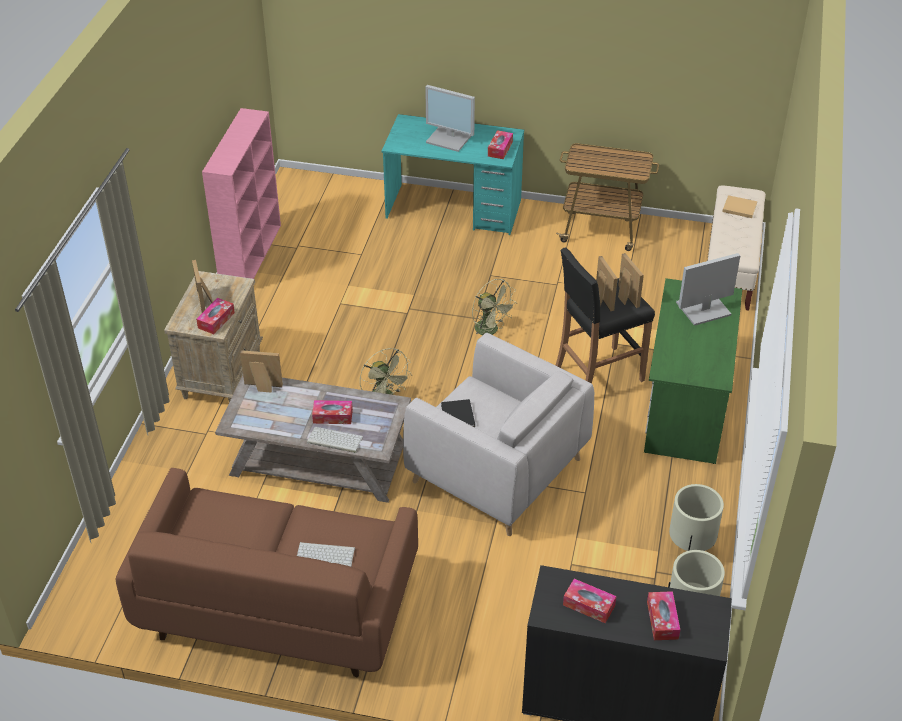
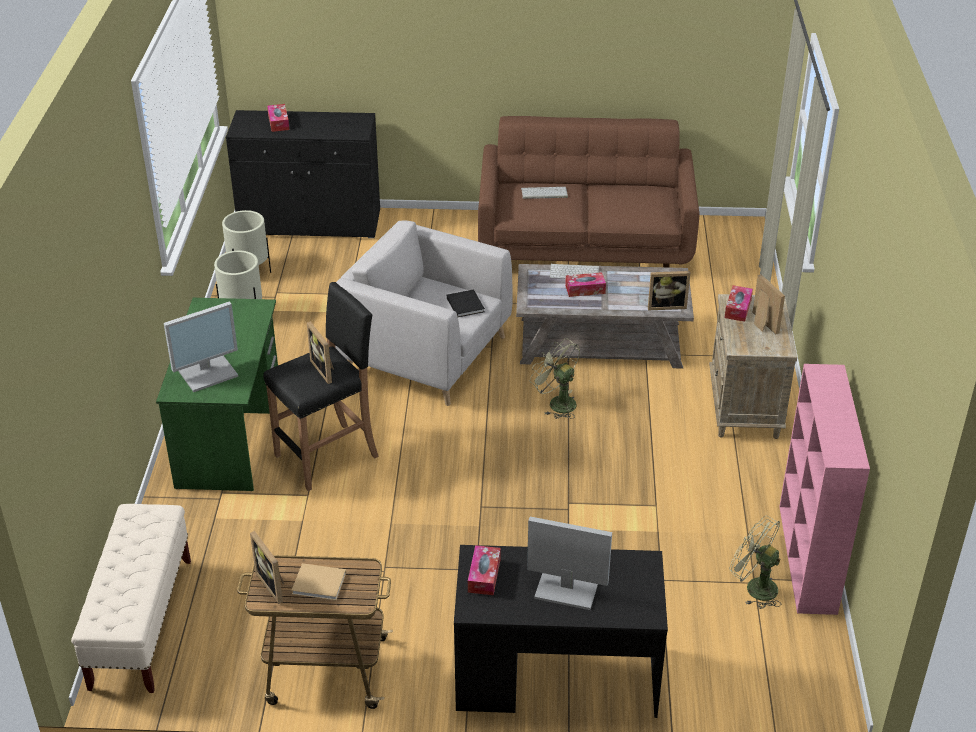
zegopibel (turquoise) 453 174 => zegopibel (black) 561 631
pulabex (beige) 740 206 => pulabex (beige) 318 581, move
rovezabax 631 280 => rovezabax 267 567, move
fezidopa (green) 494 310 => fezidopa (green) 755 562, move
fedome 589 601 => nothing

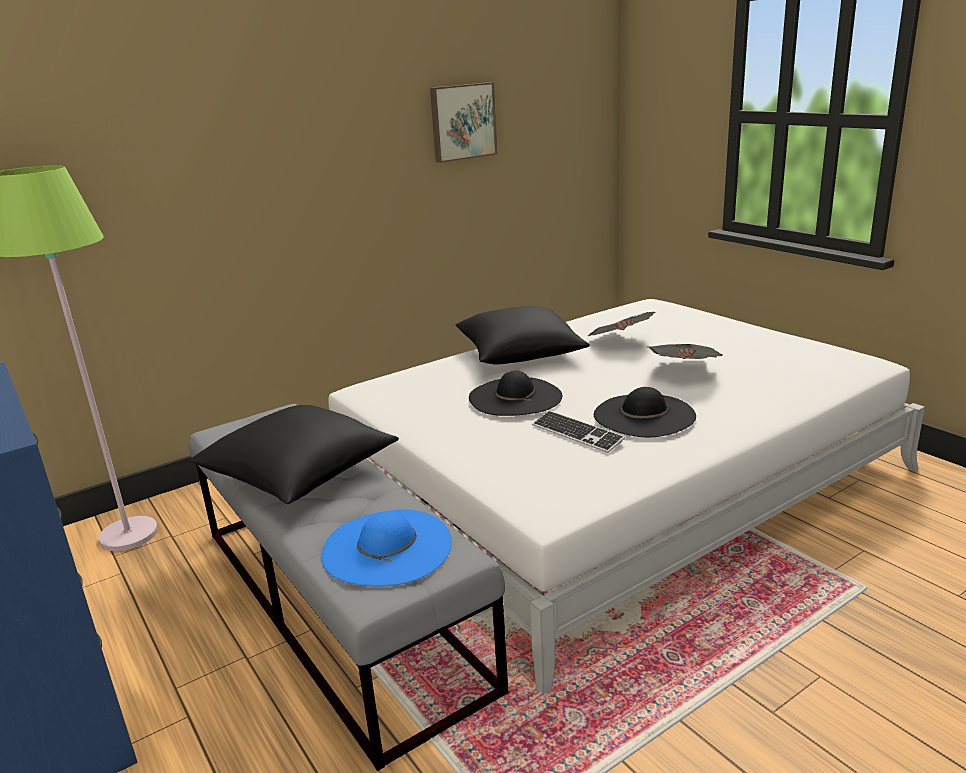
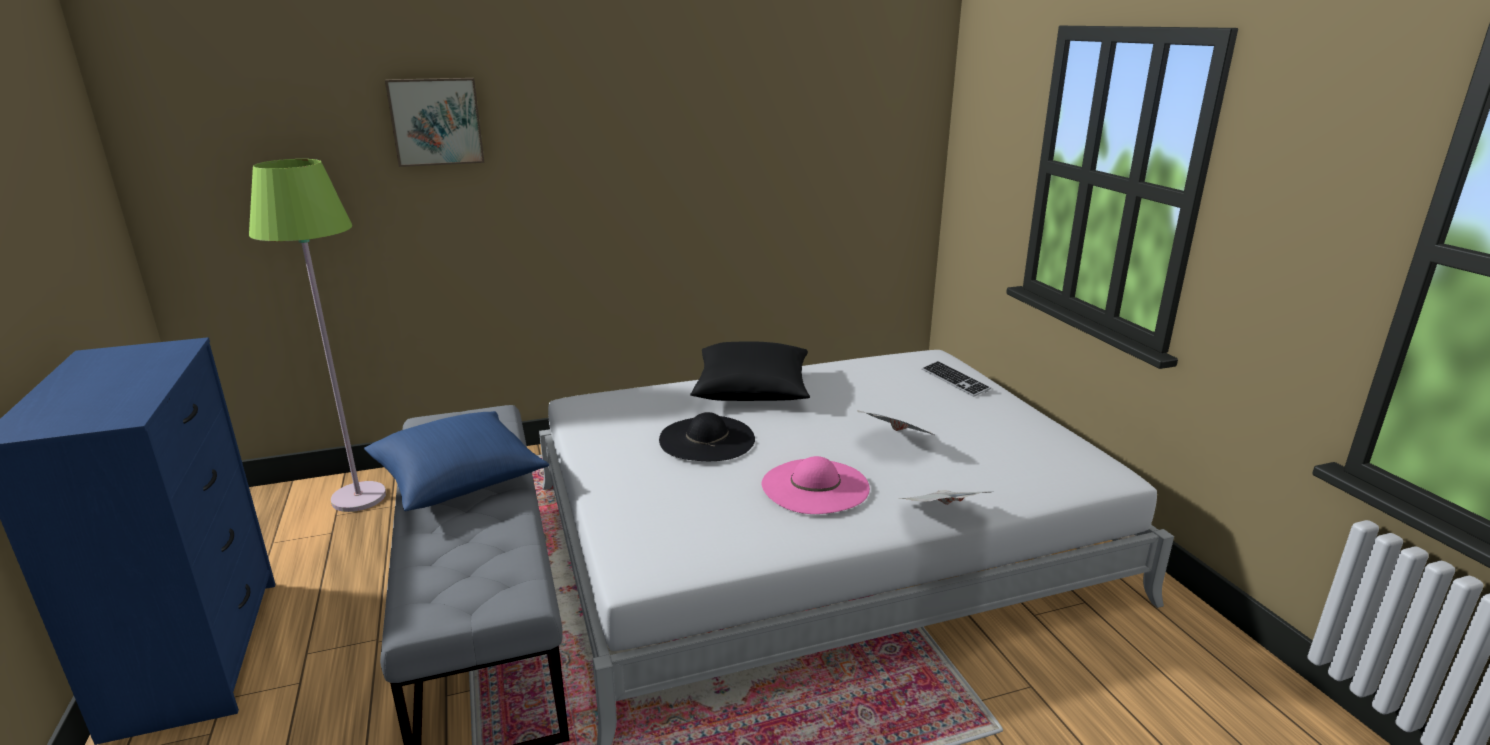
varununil 463 122 => varununil 435 122, move
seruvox 622 324 => seruvox 945 497, move
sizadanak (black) 645 412 => sizadanak (pink) 816 485
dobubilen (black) 294 454 => dobubilen (blue) 456 461
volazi 578 432 => volazi 956 379, move
sizadanak (blue) 387 548 => nothing

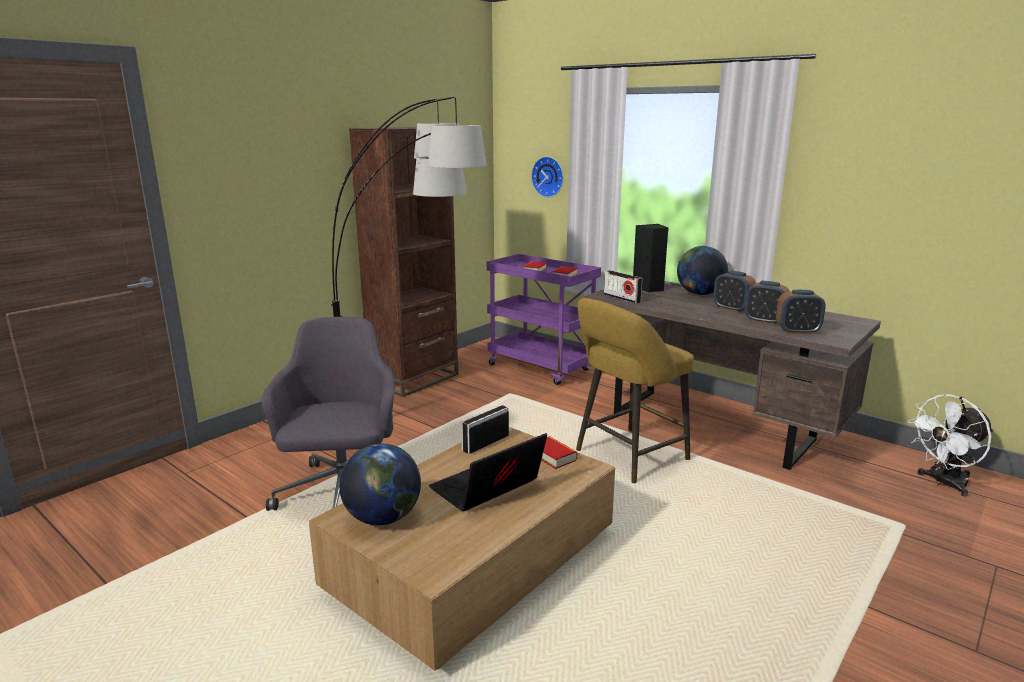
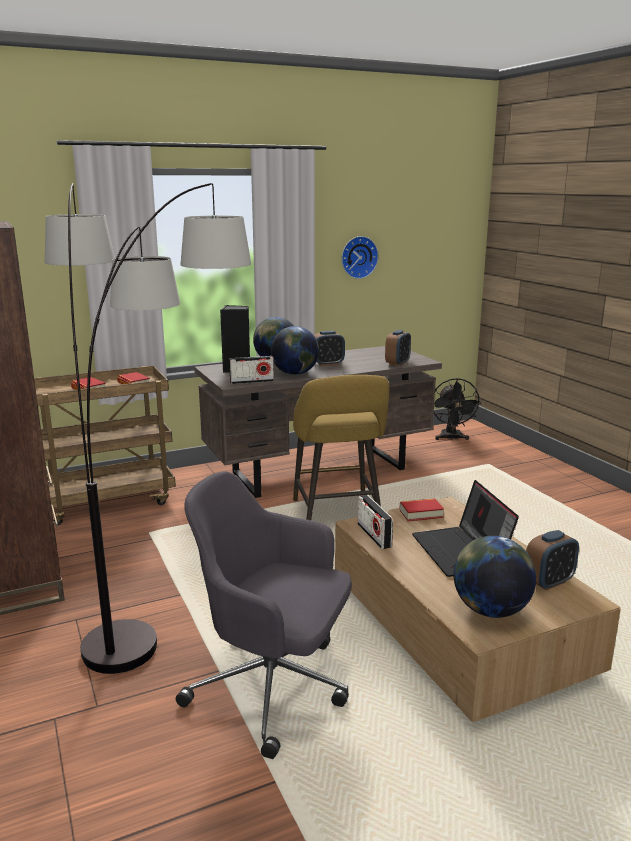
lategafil 547 177 => lategafil 360 257, move
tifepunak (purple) 544 319 => tifepunak (brown) 105 445
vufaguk 767 303 => vufaguk 552 560, move
fezidopa (white) 950 445 => fezidopa (black) 457 409
nothing => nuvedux 295 350

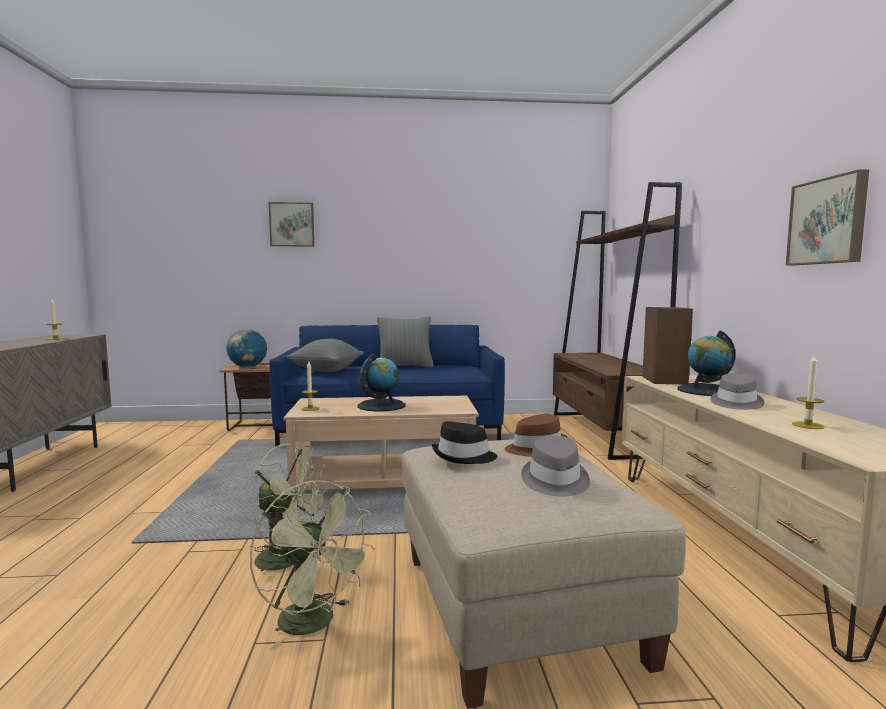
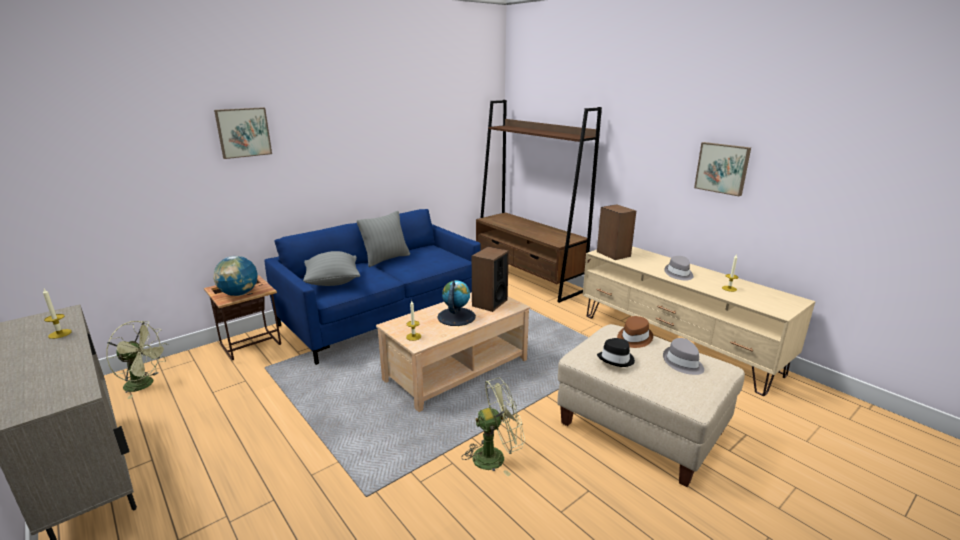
nuvedux 706 363 => nothing
fezidopa (green) 312 565 => fezidopa (green) 137 360, move
nothing => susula 490 279

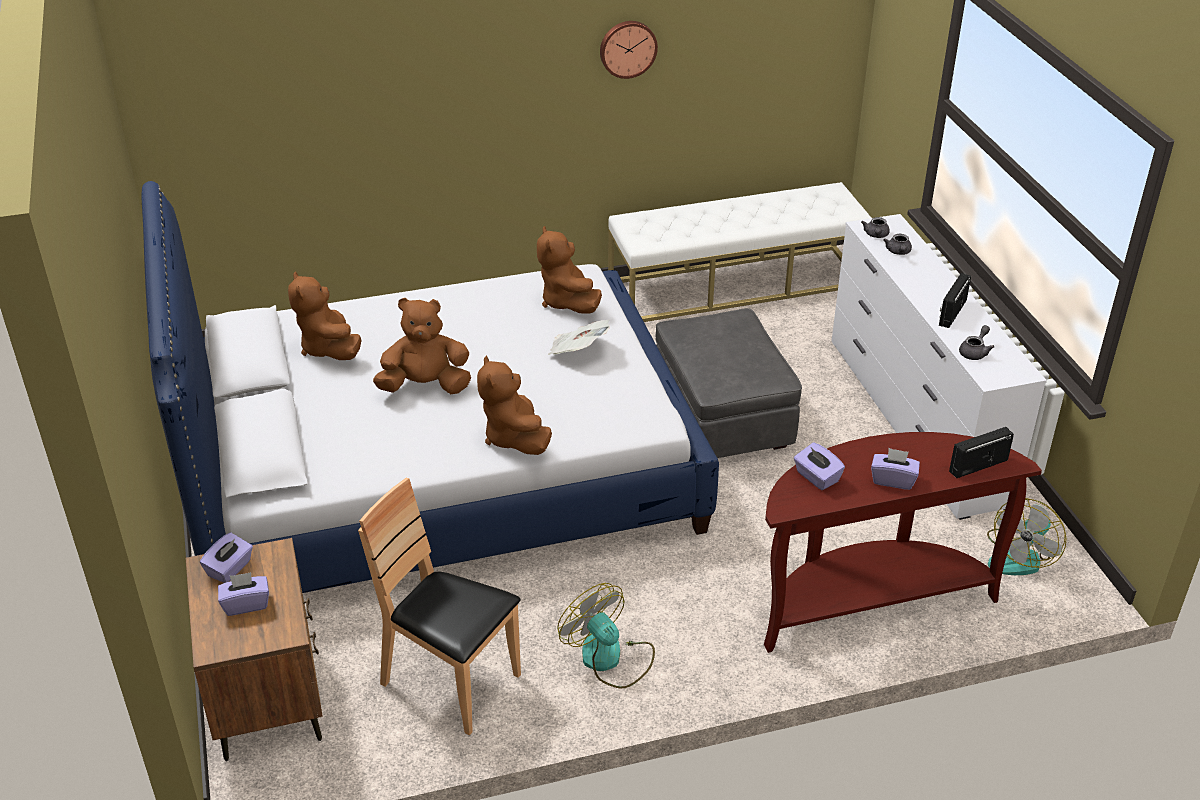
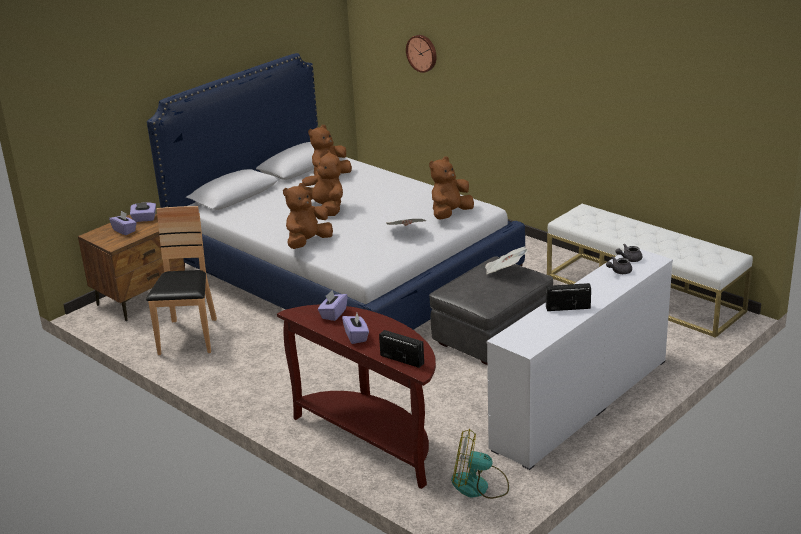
lategafil 629 50 => lategafil 421 54, move
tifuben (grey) 976 342 => nothing
fezidopa 606 636 => nothing
nothing => seruvox 506 260

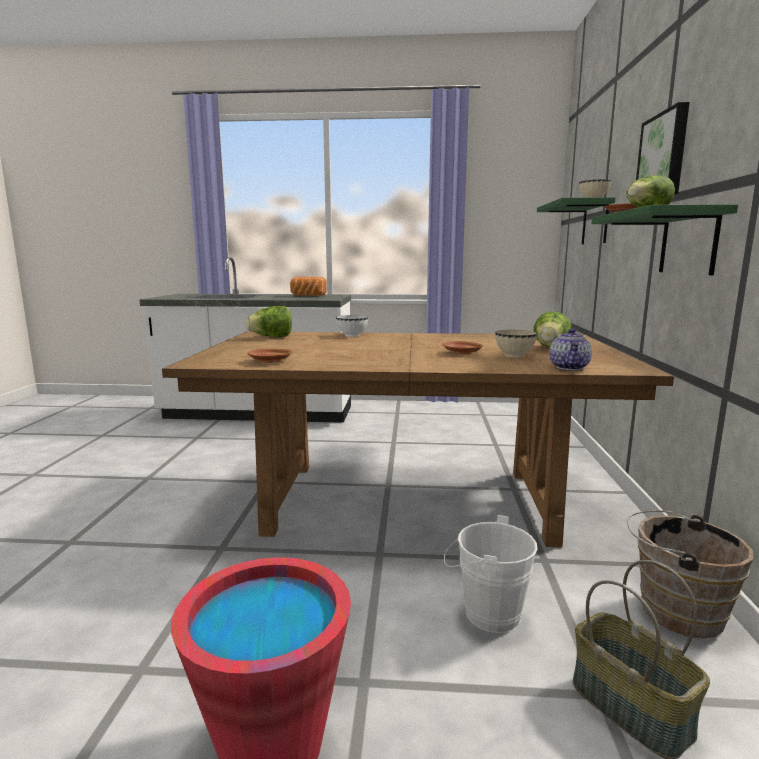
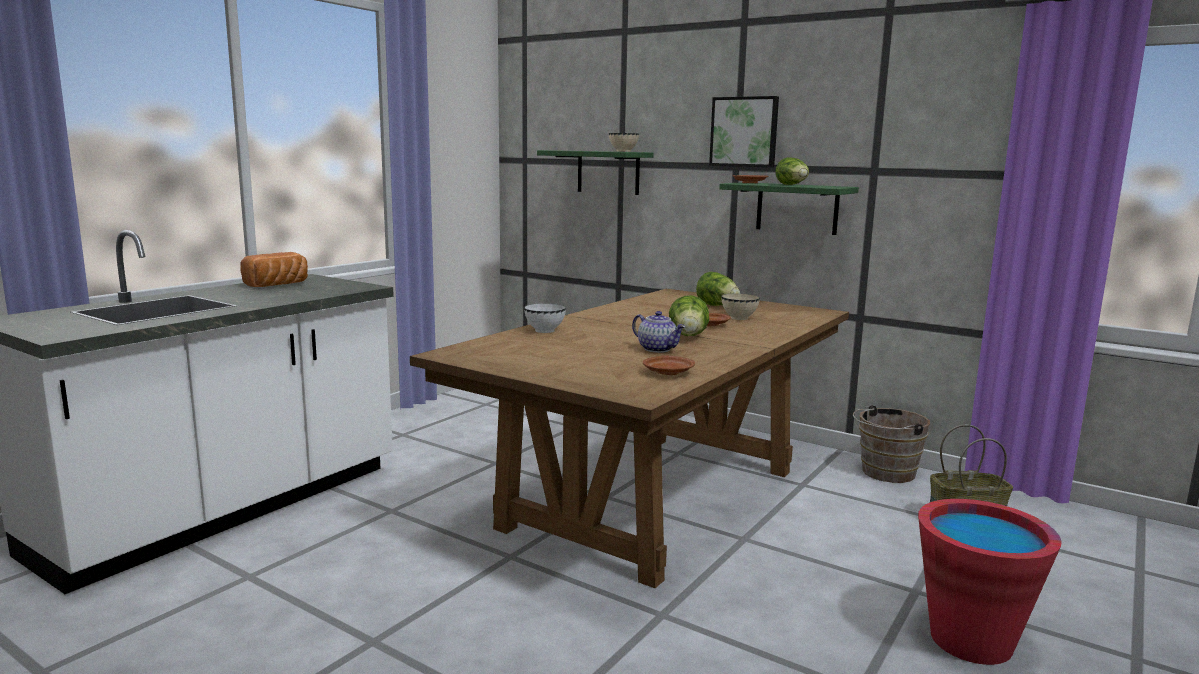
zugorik 269 321 => zugorik 689 315, move
tifuben 570 349 => tifuben 658 332, move
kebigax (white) 491 574 => nothing

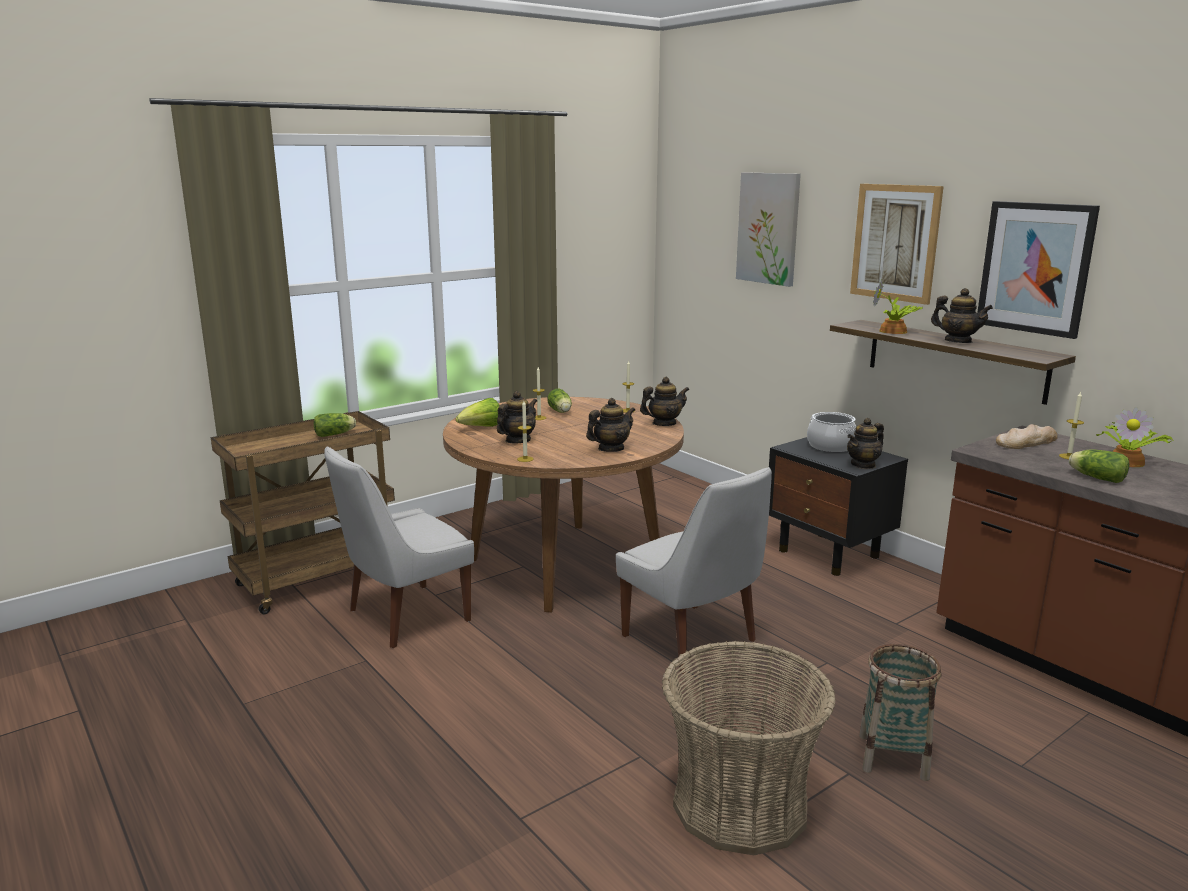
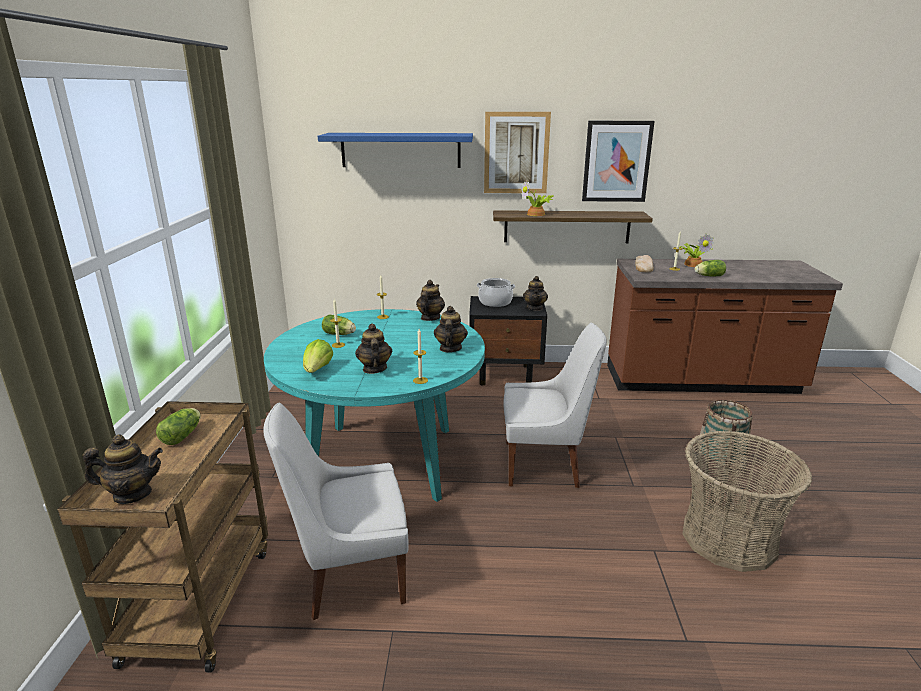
varununil 768 229 => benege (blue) 395 150
tifuben 962 315 => tifuben 123 469, move
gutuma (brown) 563 504 => gutuma (turquoise) 374 405
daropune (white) 399 547 => daropune (white) 336 511, 75 degrees clockwise

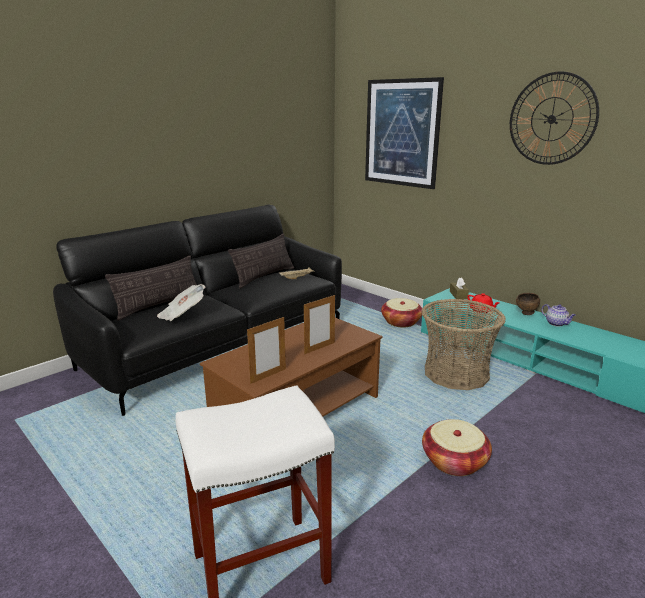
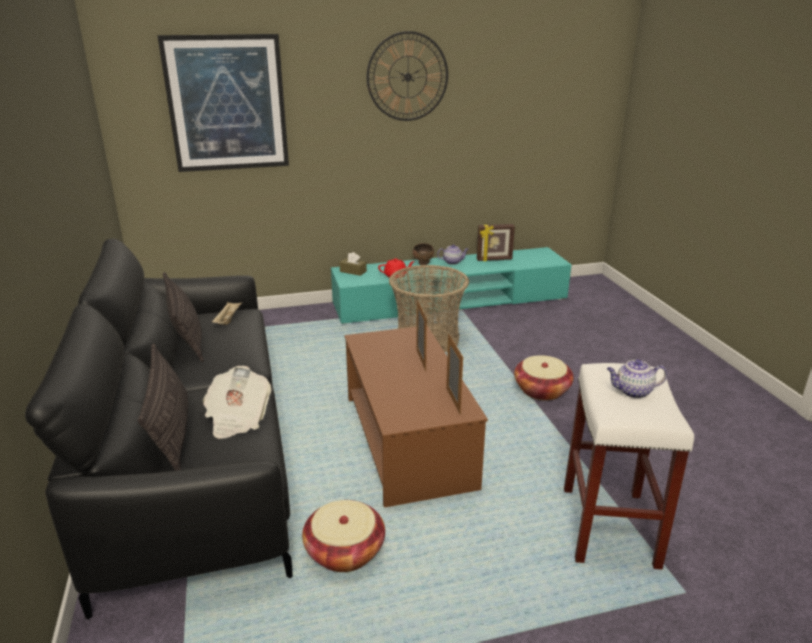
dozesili 401 312 => dozesili 343 536, move
nothing => rovezabax 496 242
nothing => tifuben 637 378

